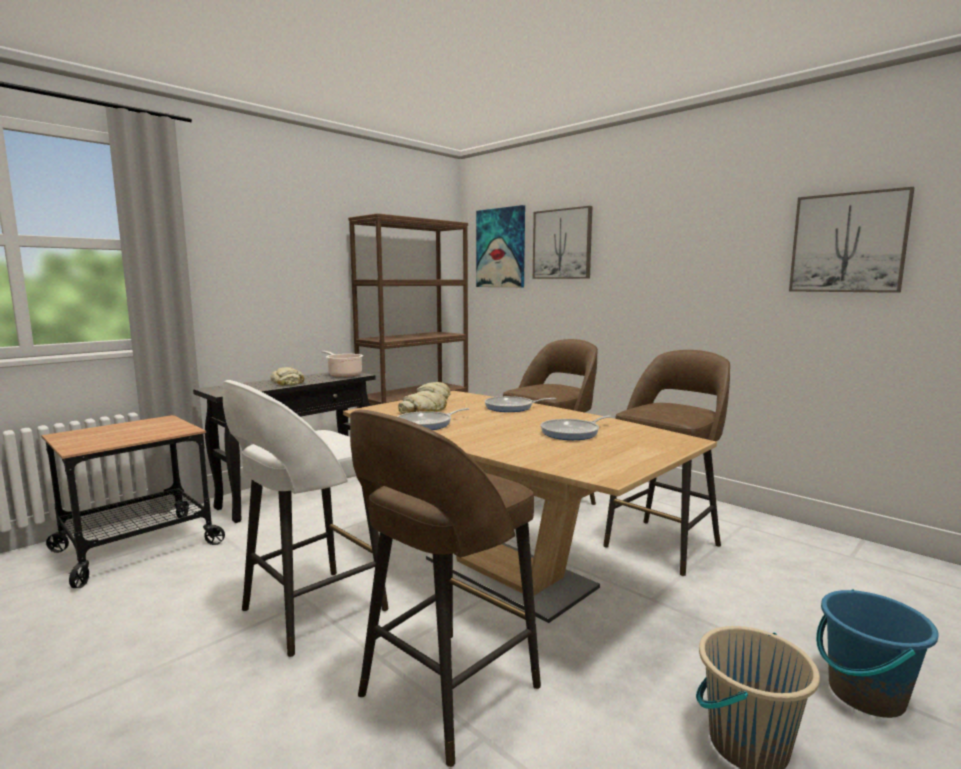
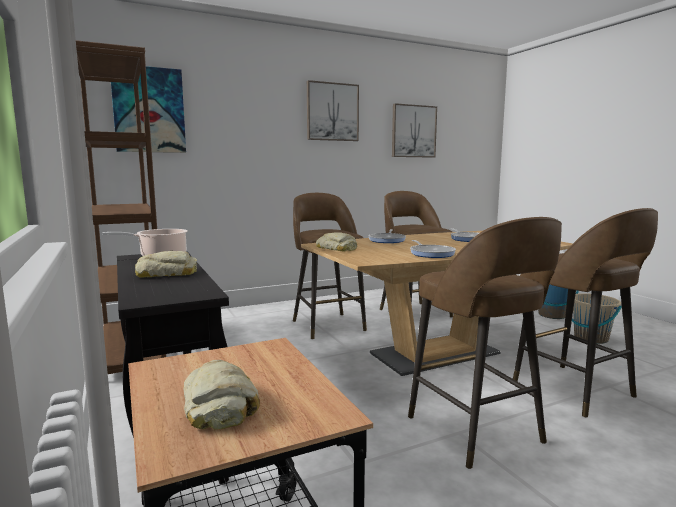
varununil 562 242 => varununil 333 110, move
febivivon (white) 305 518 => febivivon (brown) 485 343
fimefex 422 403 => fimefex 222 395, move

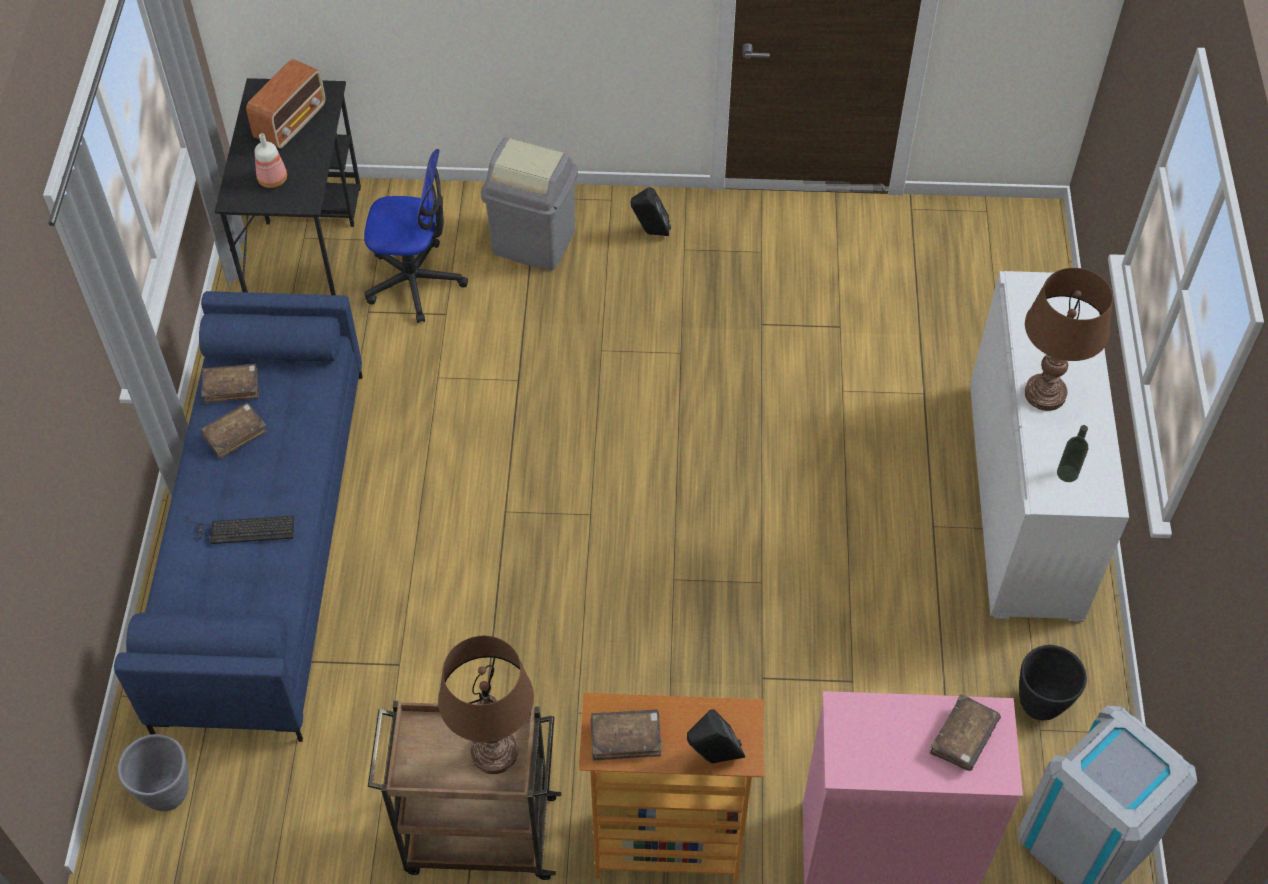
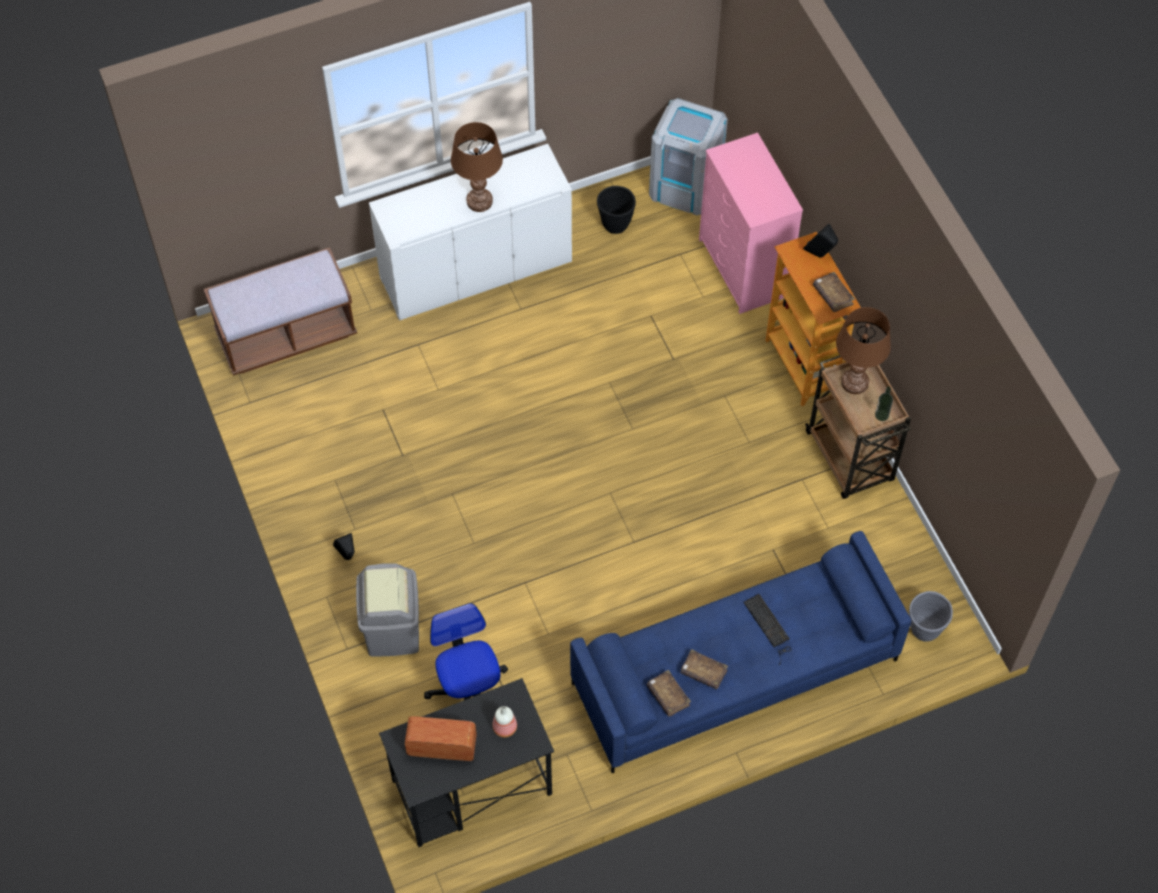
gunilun 1072 453 => gunilun 884 404, move
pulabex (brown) 965 732 => nothing
nothing => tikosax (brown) 280 311

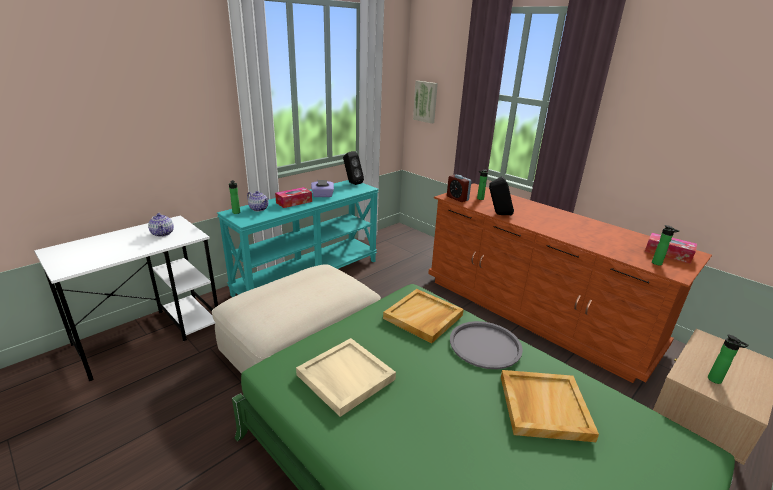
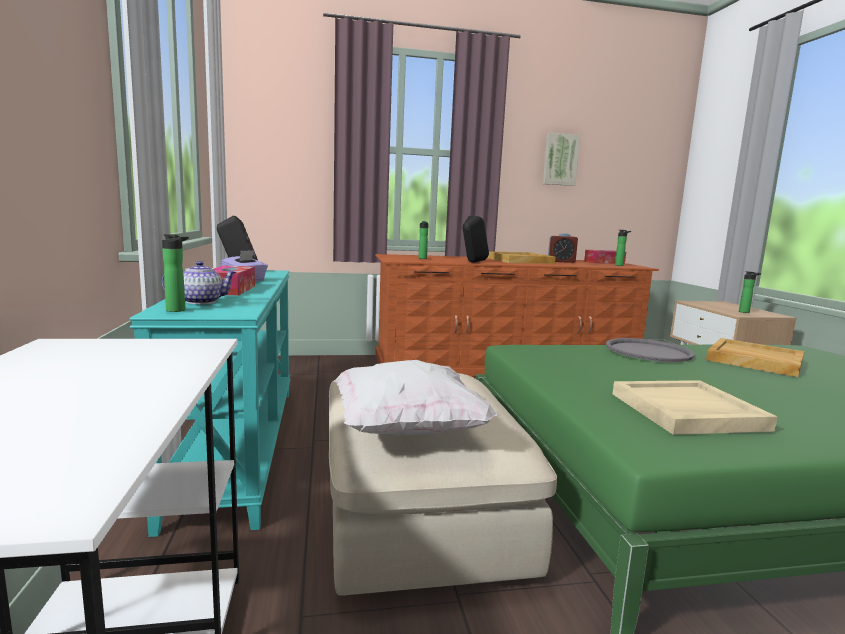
varununil 425 102 => varununil 561 159, move
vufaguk 459 188 => vufaguk 563 248, move
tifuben 161 225 => nothing
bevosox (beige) 423 316 => bevosox (beige) 521 257, move
nothing => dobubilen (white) 415 398

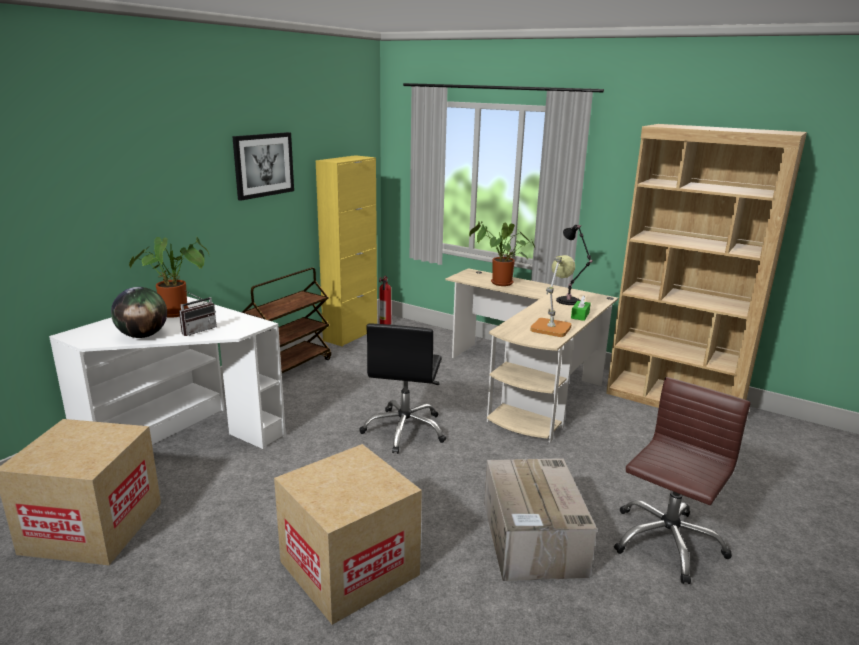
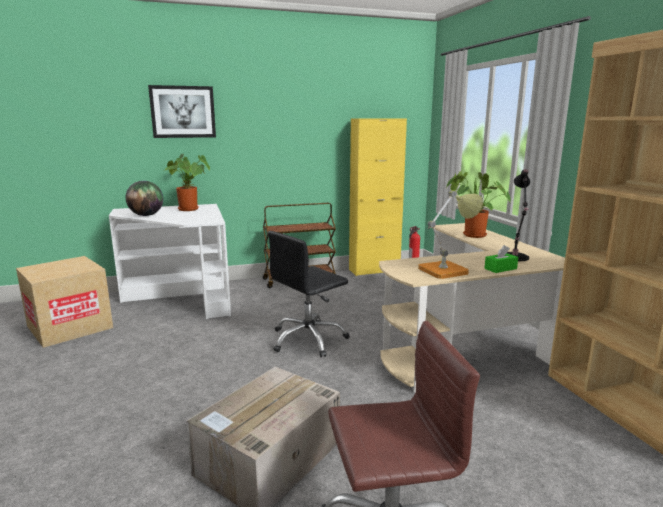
varununil 263 166 => varununil 182 111, move
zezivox 198 313 => nothing
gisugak 348 534 => nothing

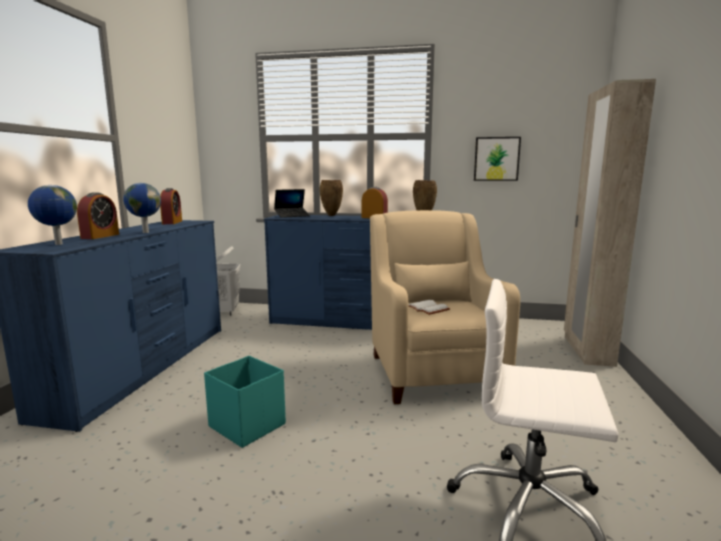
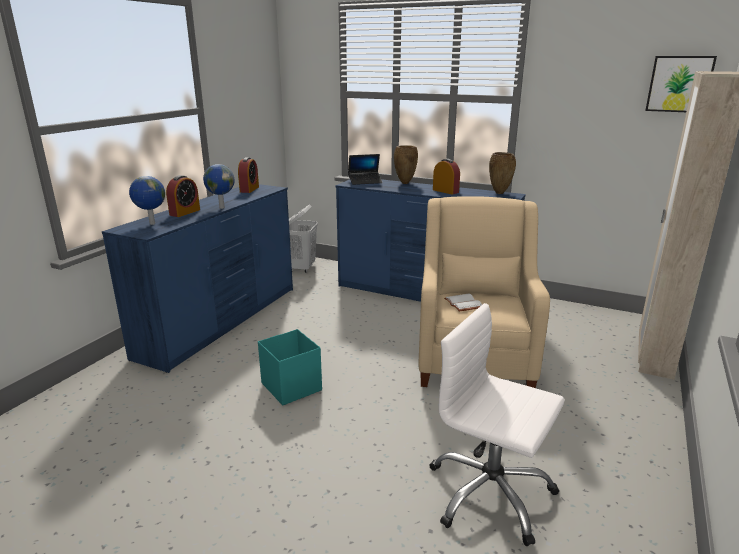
varununil 497 159 => varununil 681 84, move

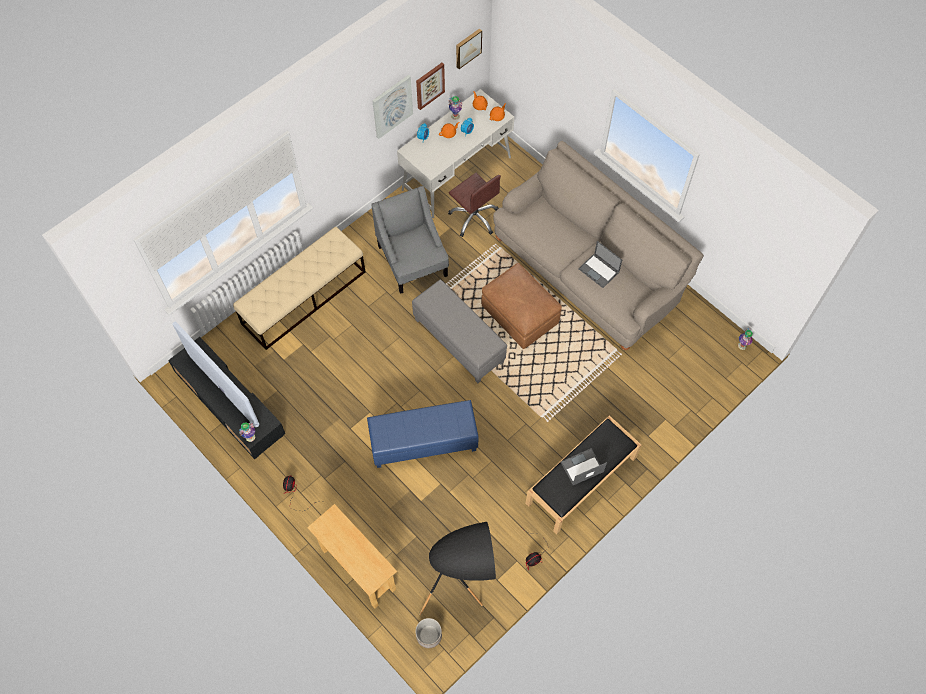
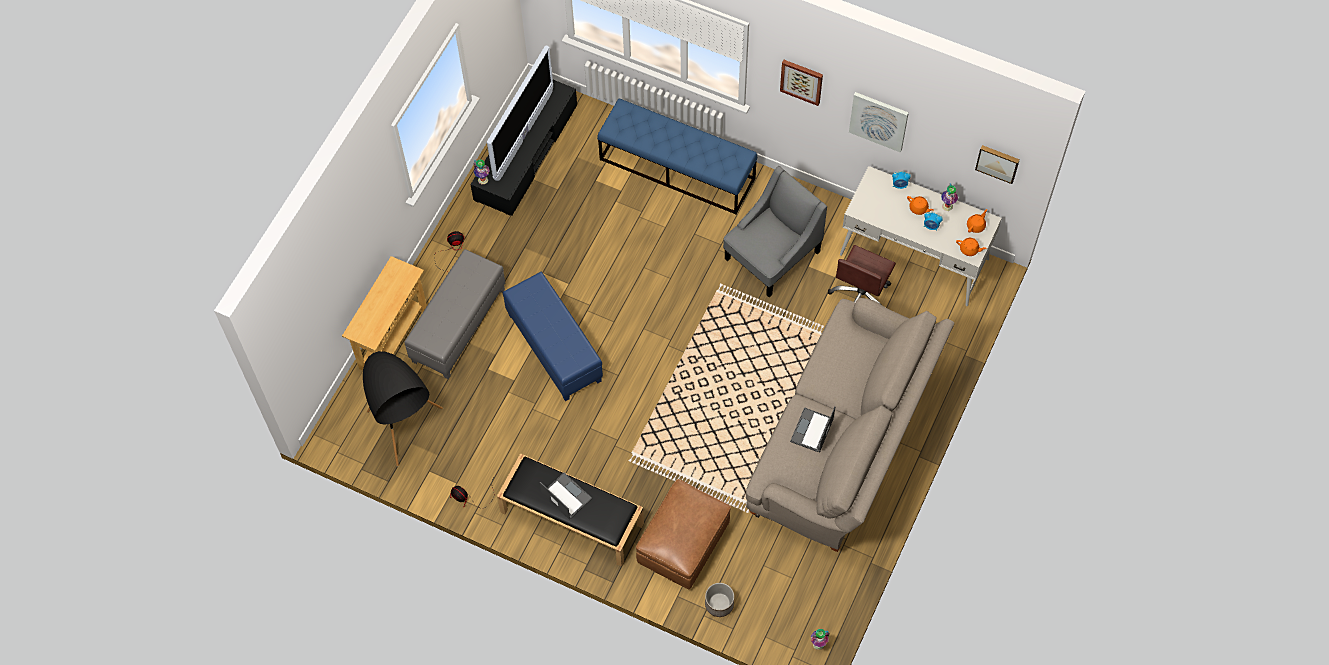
varununil 430 86 => varununil 801 83, move
tikosax (beige) 299 288 => tikosax (blue) 677 157
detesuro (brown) 521 306 => detesuro (brown) 683 534, move
detesuro (grey) 459 331 => detesuro (grey) 454 314, move
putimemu 428 633 => putimemu 719 600, move

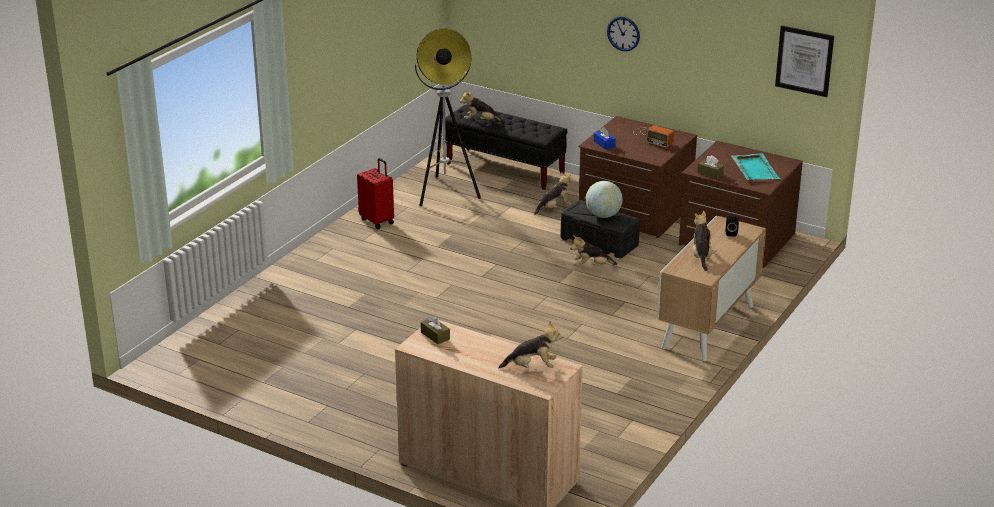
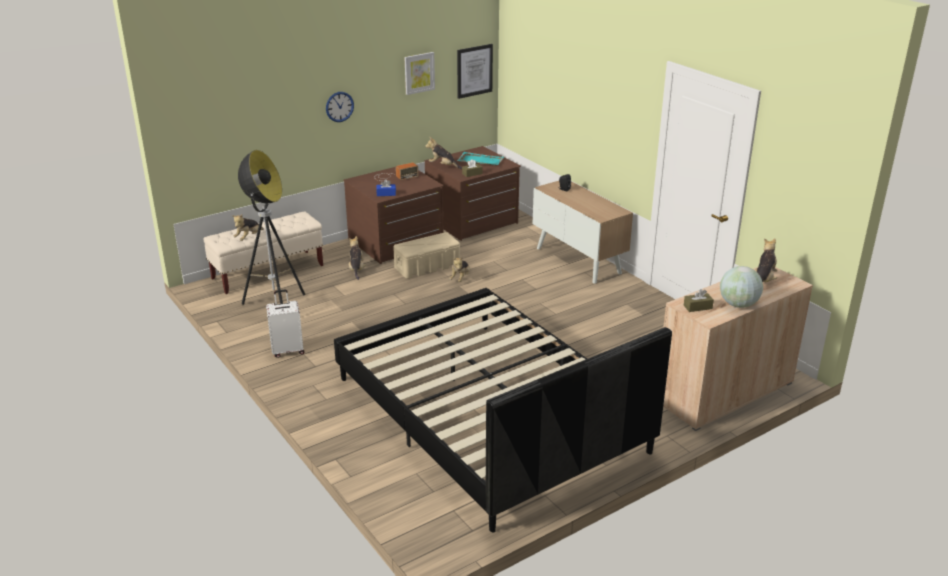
tikosax (black) 506 147 => tikosax (beige) 263 252
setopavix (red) 375 193 => setopavix (white) 285 324
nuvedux 604 199 => nuvedux 741 287, move
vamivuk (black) 600 229 => vamivuk (beige) 426 255
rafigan 704 241 => rafigan 443 153, move
nothing => varununil 419 73
nothing => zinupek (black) 503 410

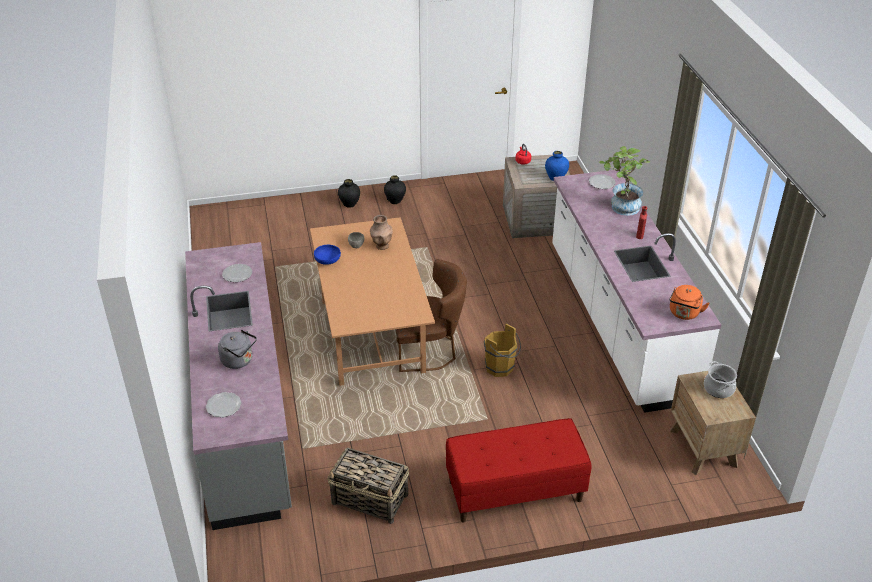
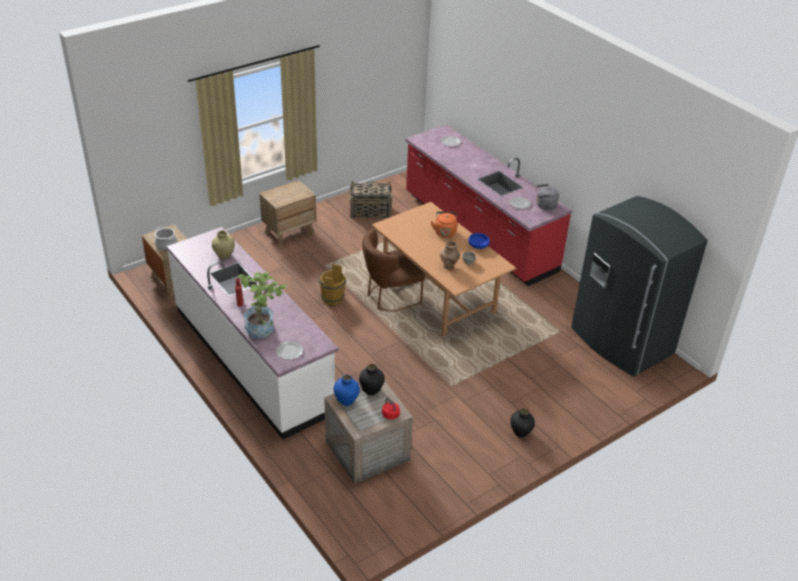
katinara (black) 349 193 => katinara (black) 372 379, move
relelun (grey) 238 386 => relelun (red) 488 205
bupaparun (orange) 689 302 => bupaparun (orange) 444 224, move
bupaparun (grey) 237 349 => bupaparun (grey) 547 197, move
tikosax (red) 518 470 => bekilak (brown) 288 213
nothing => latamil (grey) 639 286
nothing => katinara (beige) 223 244

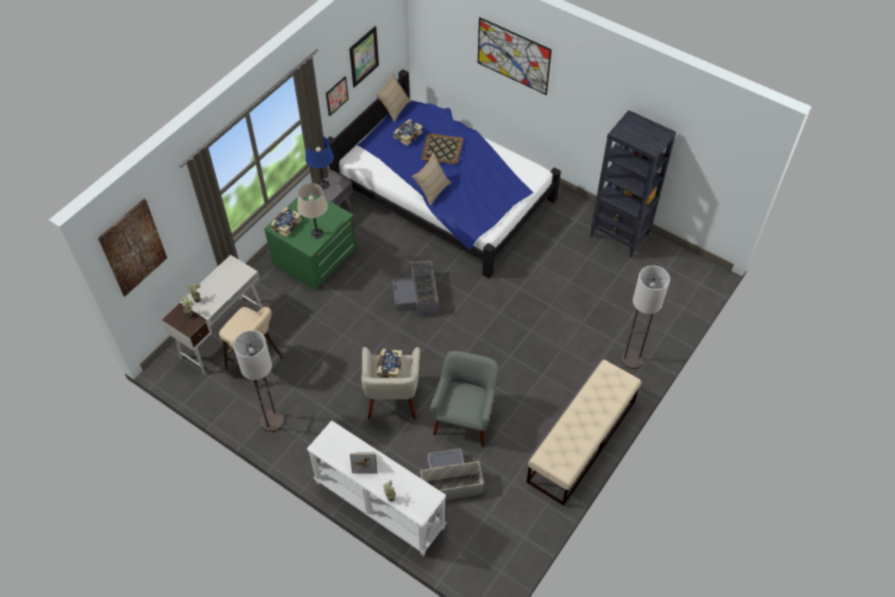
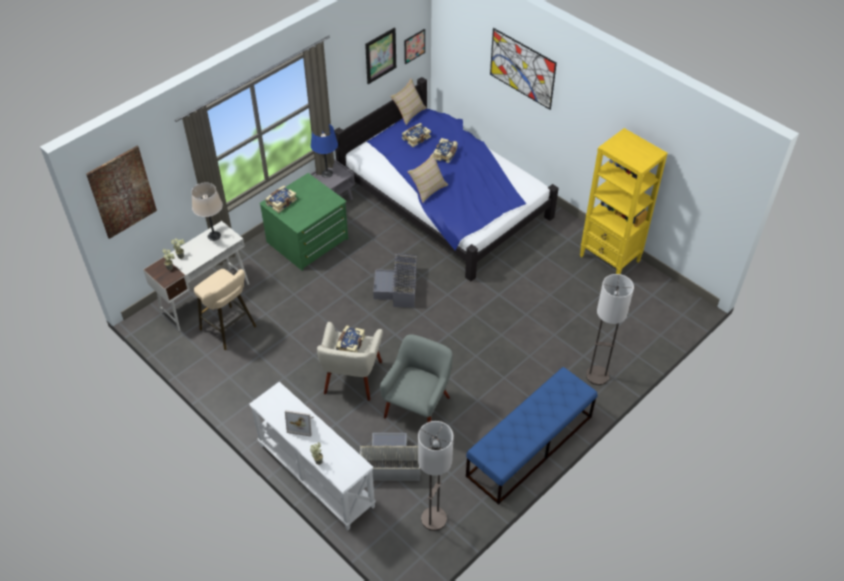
varununil 337 96 => varununil 414 46, move
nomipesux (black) 633 184 => nomipesux (yellow) 624 201
bevosox 442 149 => pulabex 445 150
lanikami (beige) 312 211 => lanikami (beige) 207 211, move
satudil 258 381 => satudil 435 476, move
tikosax (beige) 584 433 => tikosax (blue) 532 436

